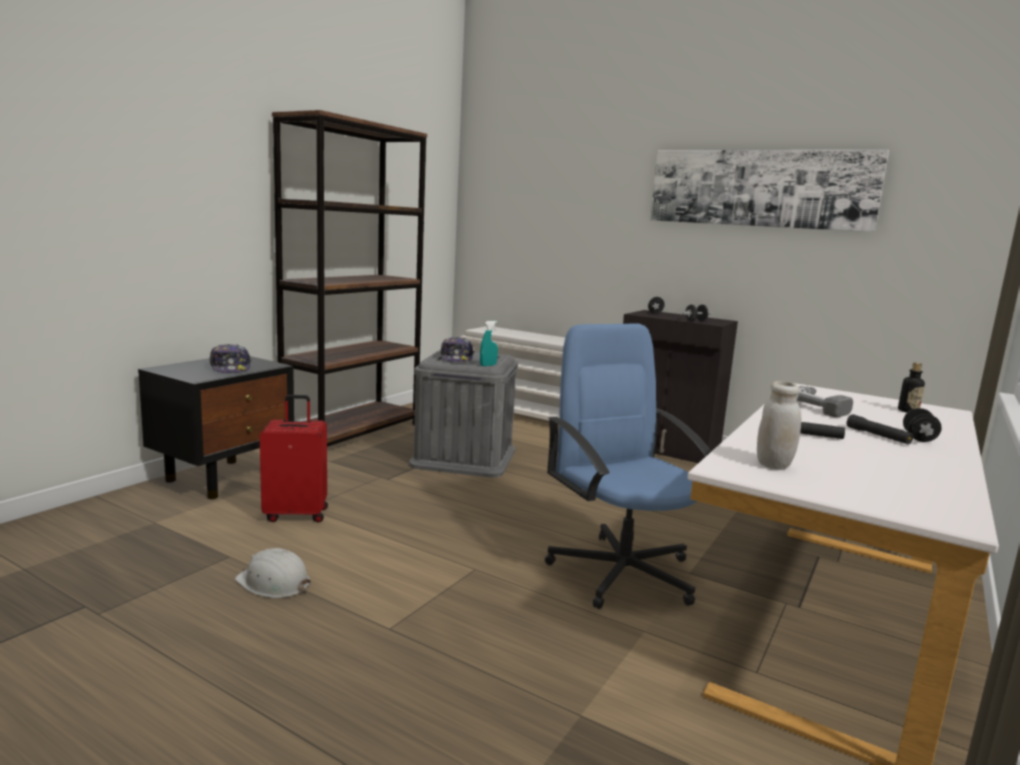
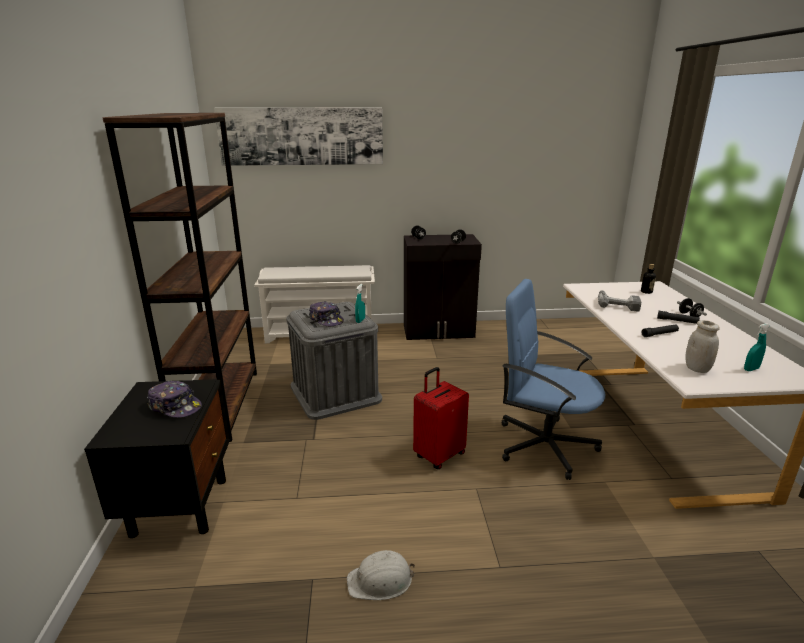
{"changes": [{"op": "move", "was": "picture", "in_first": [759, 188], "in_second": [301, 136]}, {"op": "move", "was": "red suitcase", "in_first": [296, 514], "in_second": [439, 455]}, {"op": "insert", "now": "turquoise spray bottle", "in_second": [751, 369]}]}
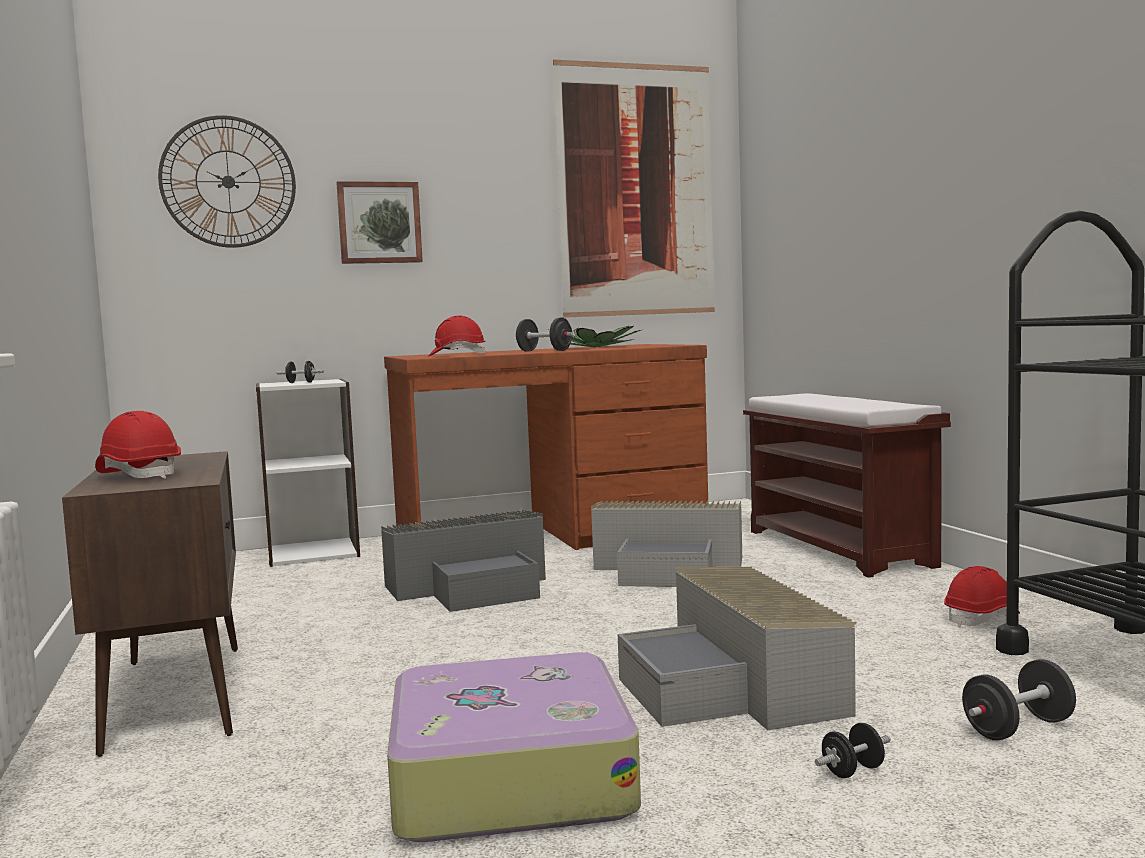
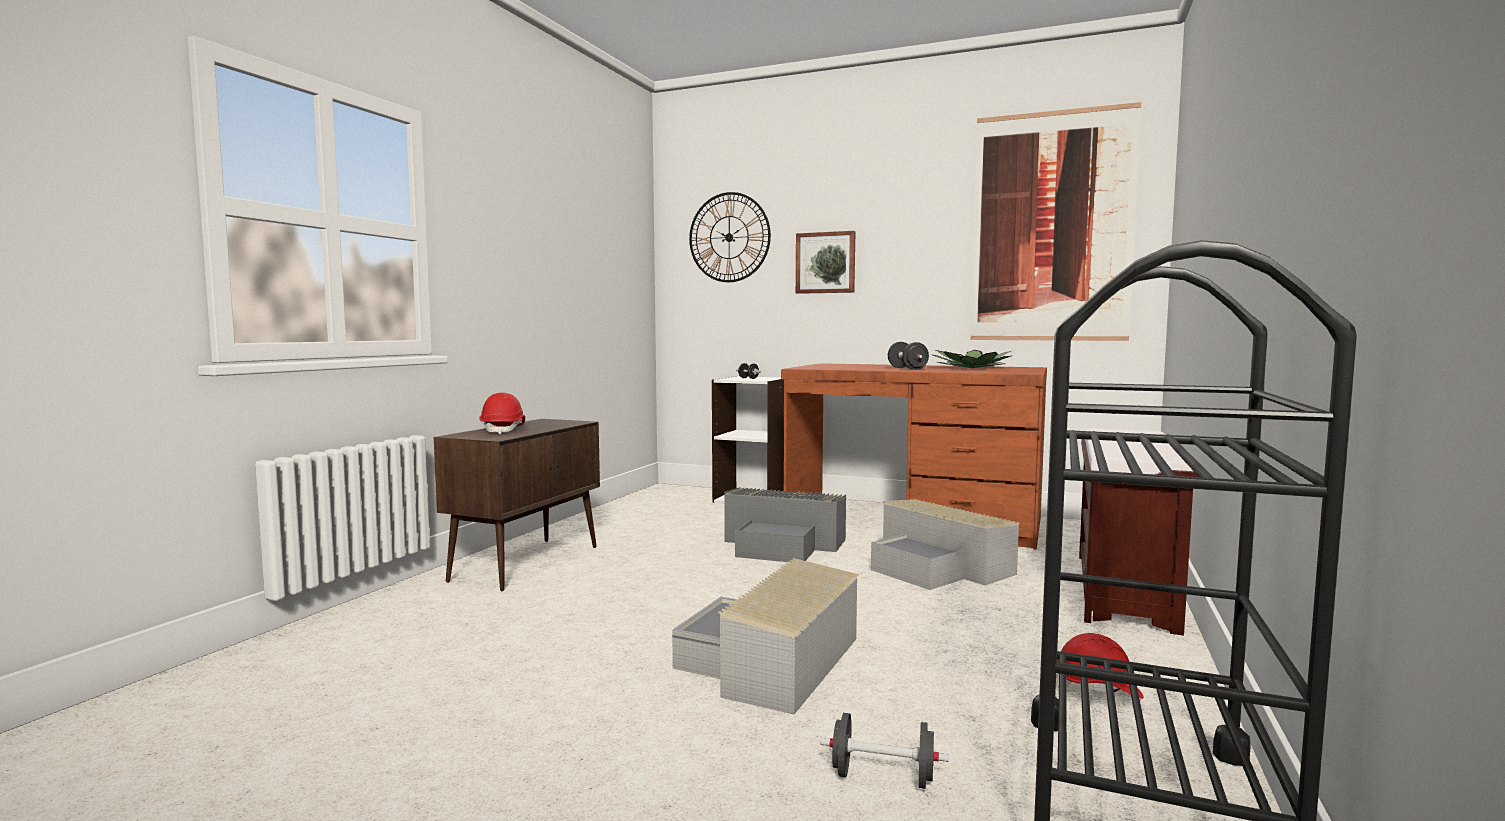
{"changes": [{"op": "delete", "was": "red hard hat", "in_first": [457, 355]}, {"op": "delete", "was": "suitcase", "in_first": [508, 777]}, {"op": "delete", "was": "black dumbbell", "in_first": [853, 771]}]}
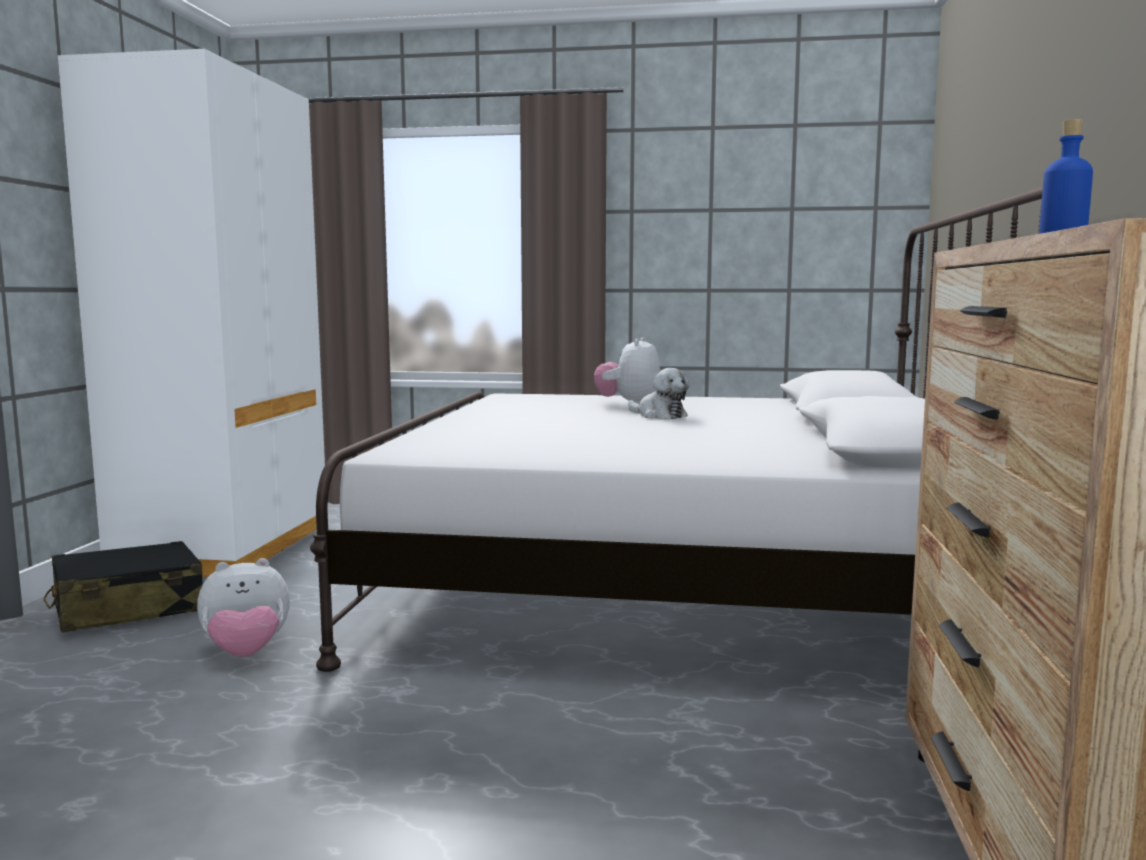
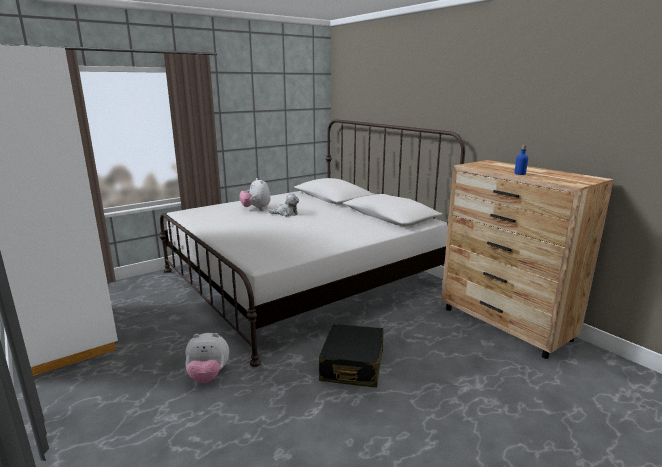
{"changes": [{"op": "move", "was": "black suitcase", "in_first": [128, 609], "in_second": [352, 366]}, {"op": "rotate", "was": "plush toy", "in_first": [246, 653], "in_second": [208, 376], "clockwise": 60}]}
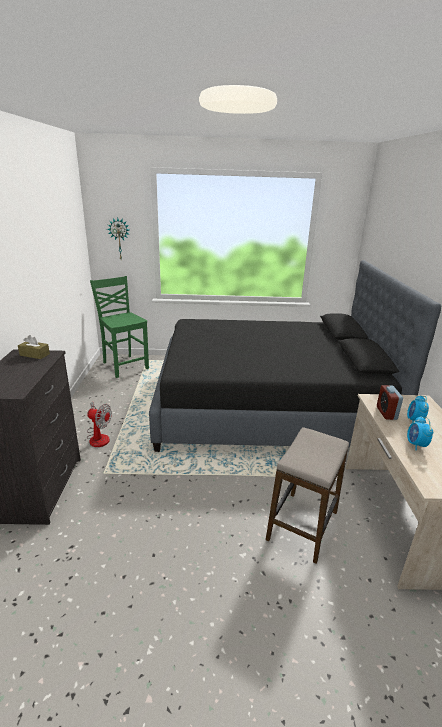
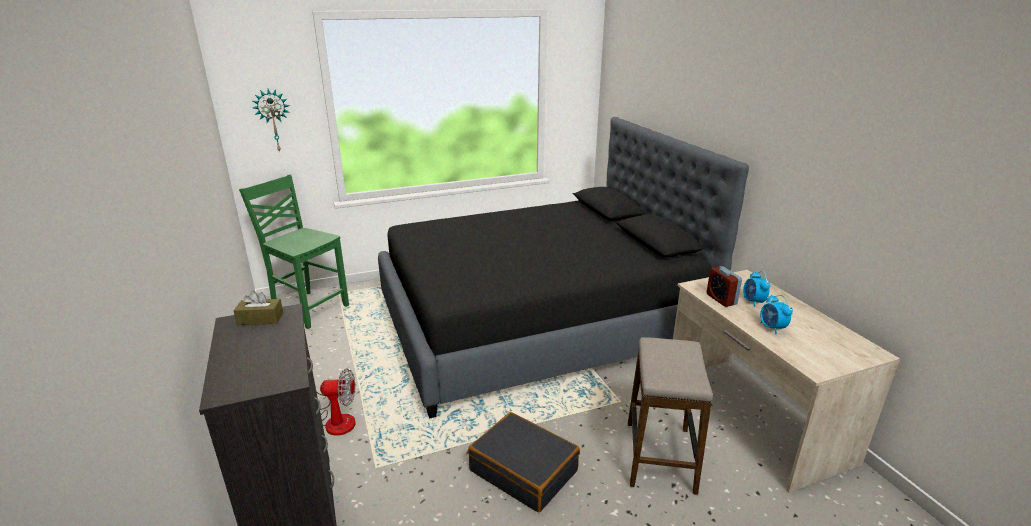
{"changes": [{"op": "insert", "now": "black suitcase", "in_second": [524, 470]}]}
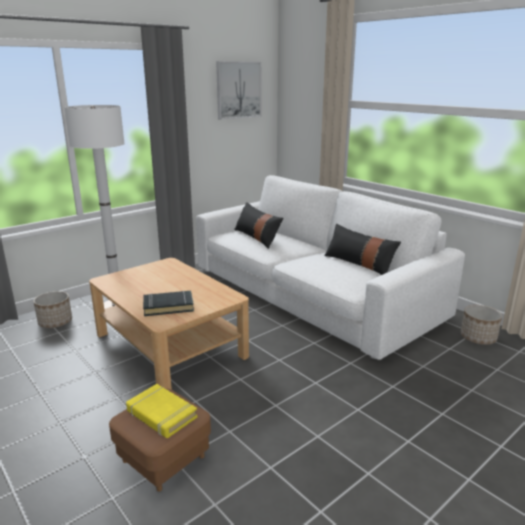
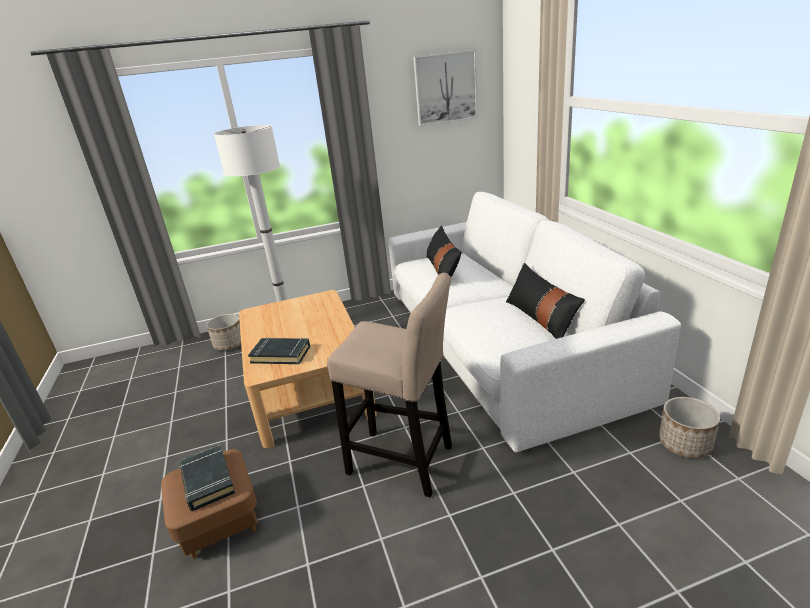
{"changes": [{"op": "recolor", "was": "yellow book", "now": "black book", "in_first": [161, 414], "in_second": [207, 481]}, {"op": "insert", "now": "beige stool", "in_second": [405, 462]}]}
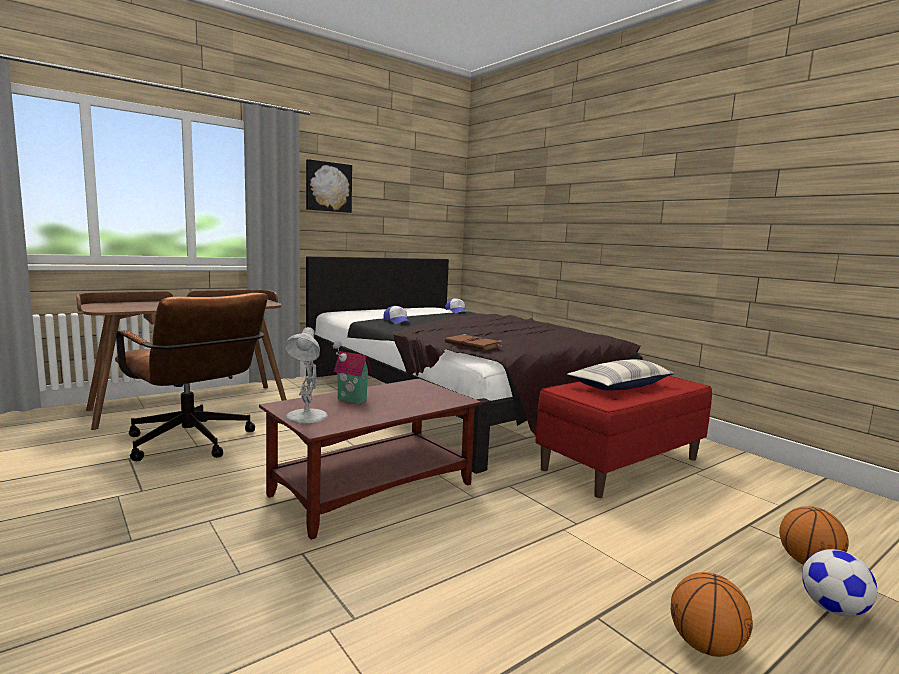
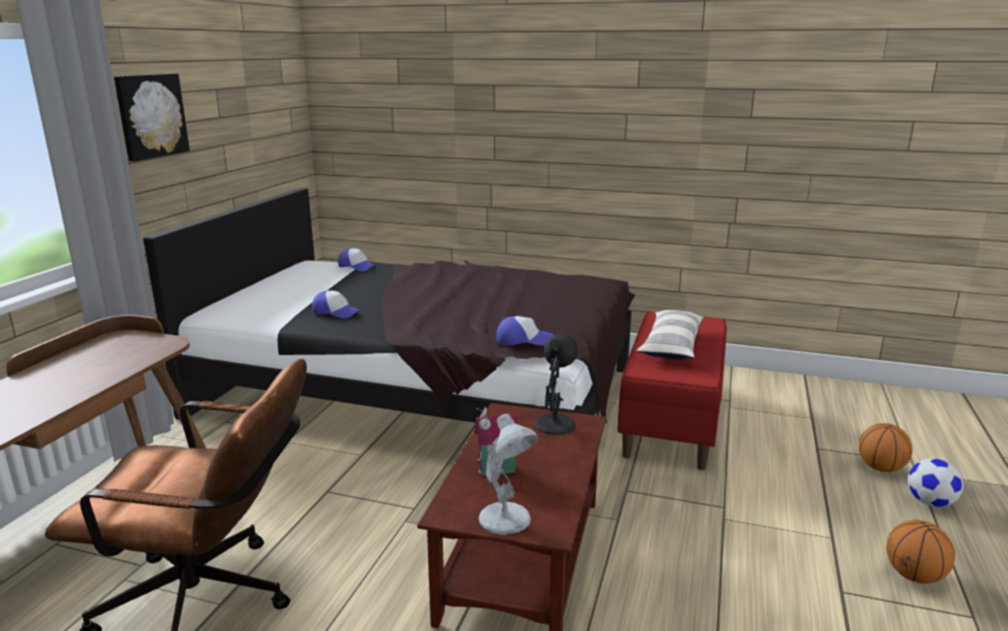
{"changes": [{"op": "replace", "was": "brown book", "now": "cap", "in_first": [474, 345], "in_second": [523, 340]}, {"op": "insert", "now": "black table lamp", "in_second": [555, 423]}]}
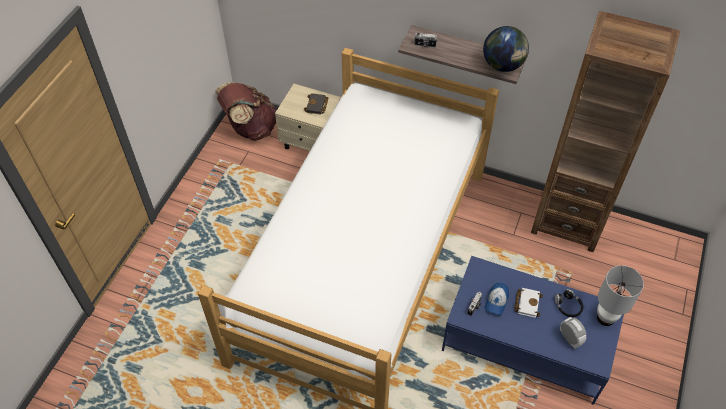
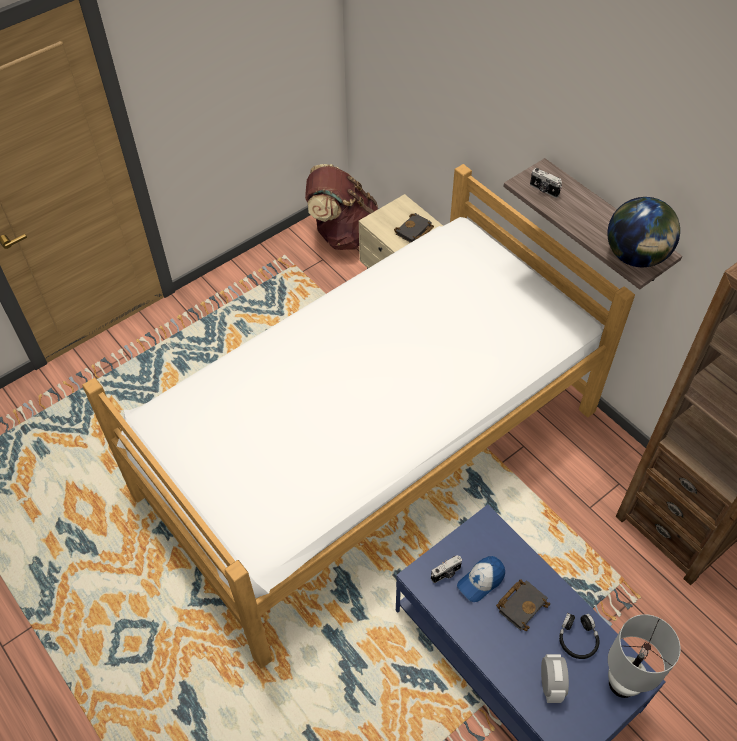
{"changes": [{"op": "recolor", "was": "white book", "now": "black book", "in_first": [527, 303], "in_second": [521, 604]}]}
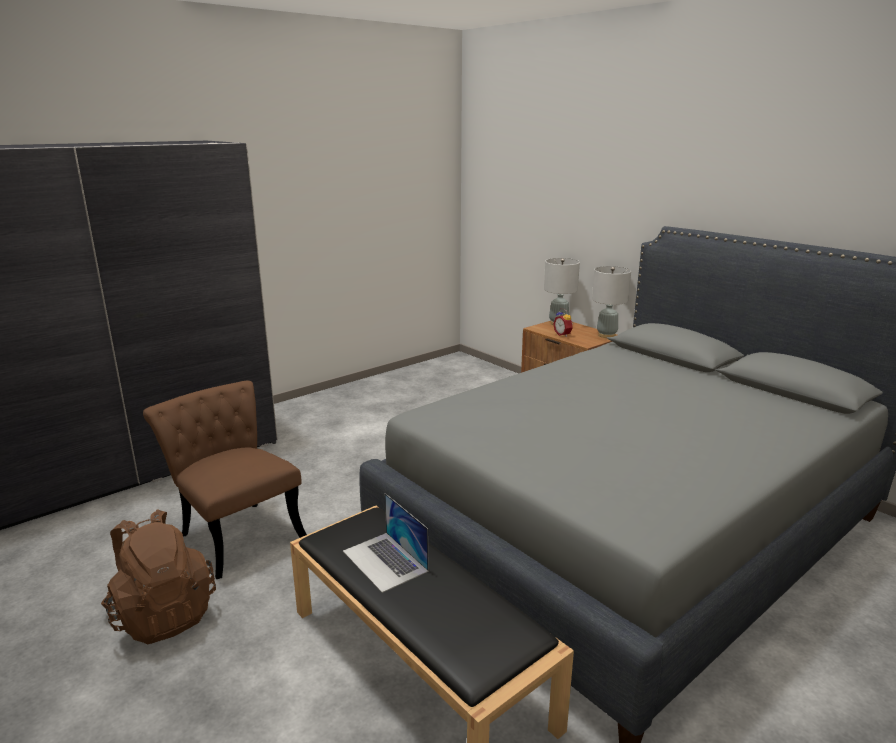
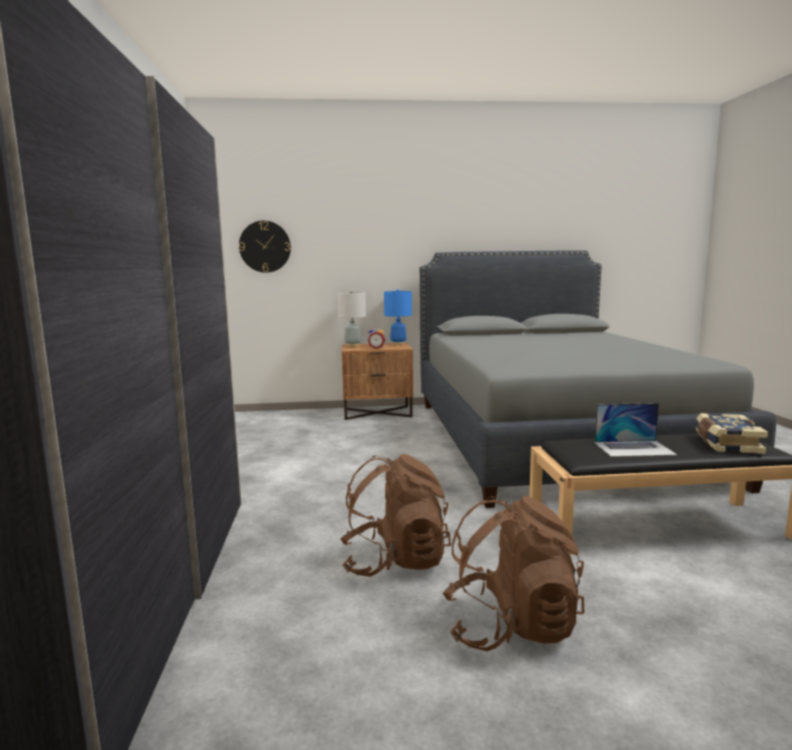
{"changes": [{"op": "recolor", "was": "grey table lamp", "now": "blue table lamp", "in_first": [606, 335], "in_second": [398, 344]}, {"op": "replace", "was": "brown chair", "now": "brown backpack", "in_first": [236, 533], "in_second": [395, 561]}, {"op": "insert", "now": "wall clock", "in_second": [265, 246]}, {"op": "insert", "now": "book", "in_second": [726, 444]}]}
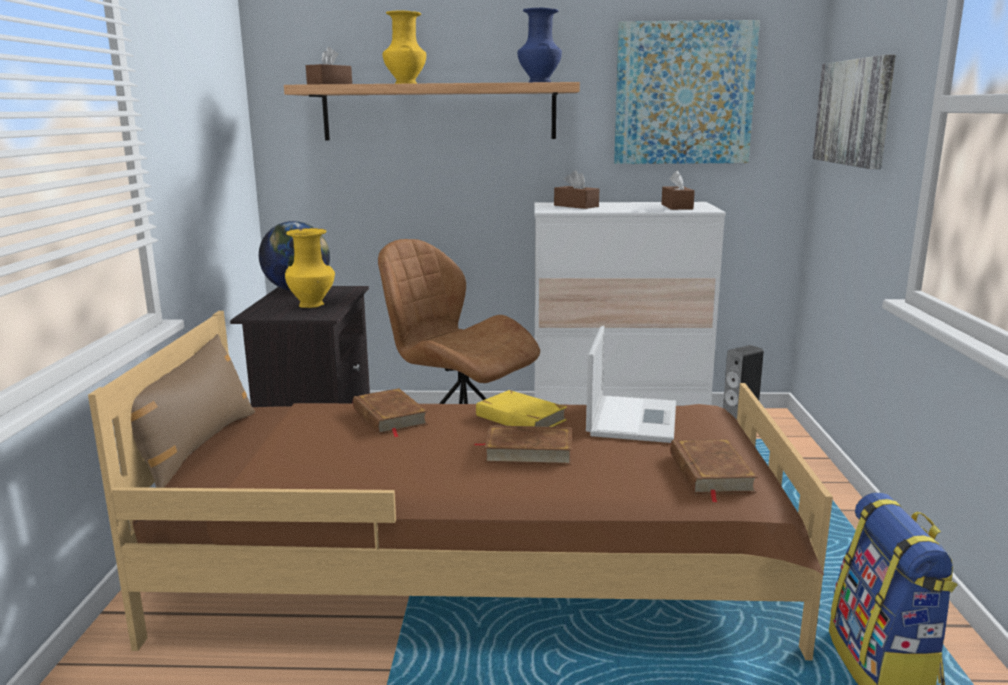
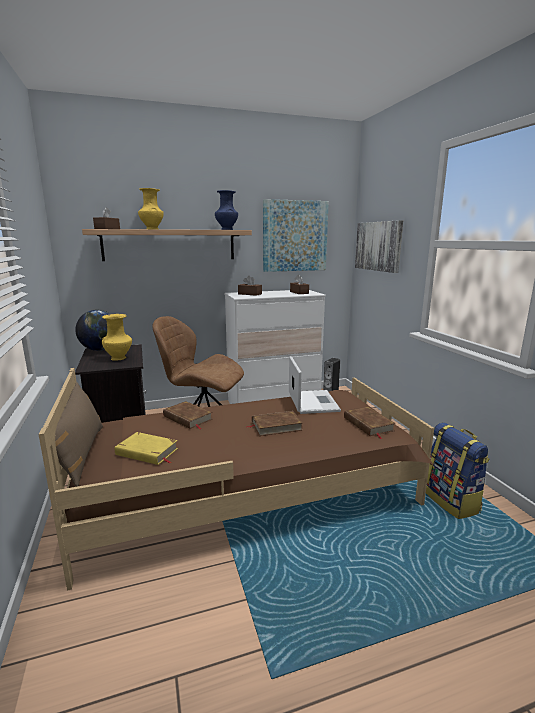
{"changes": [{"op": "move", "was": "yellow book", "in_first": [521, 418], "in_second": [147, 452]}]}
